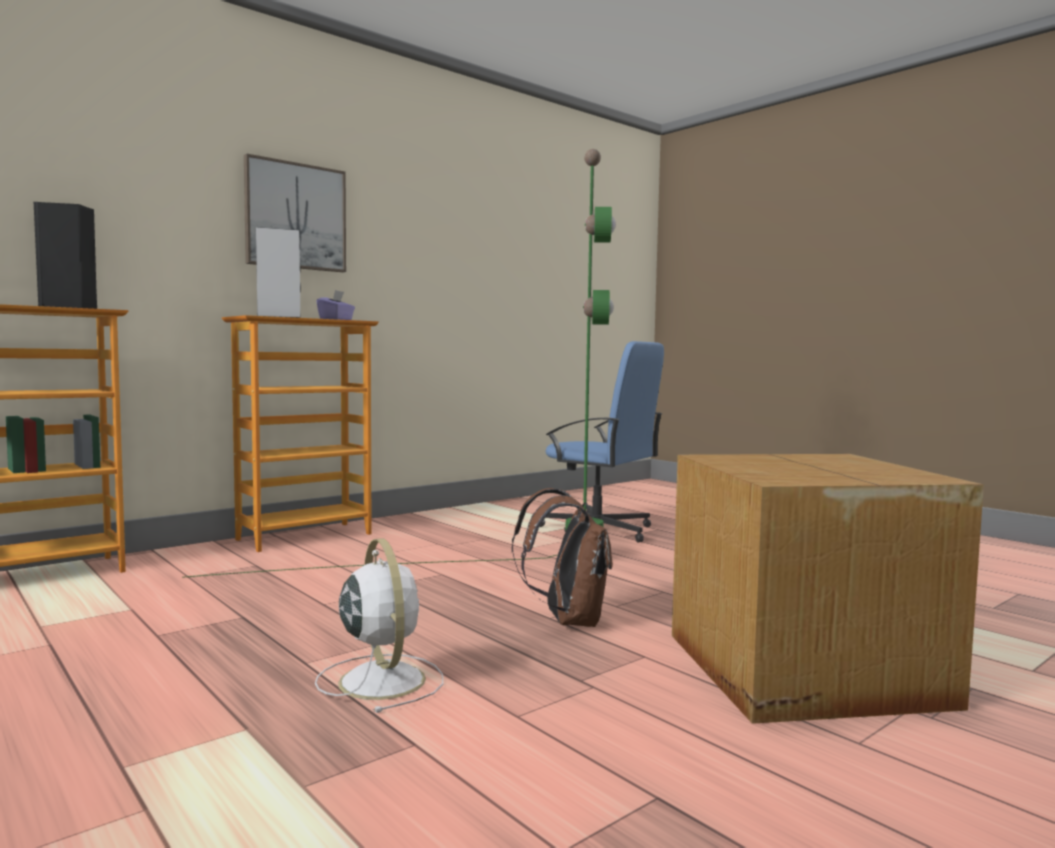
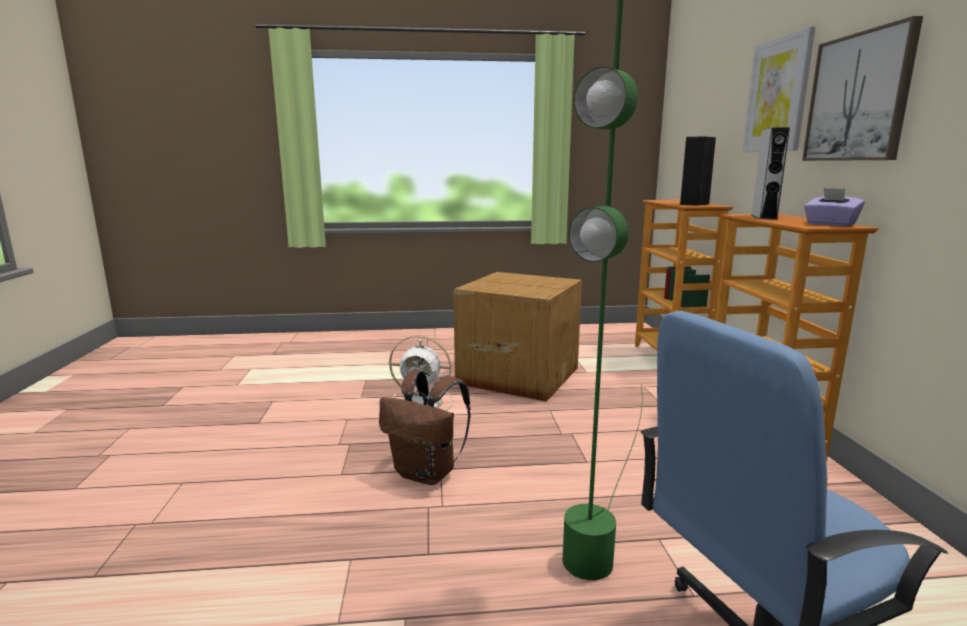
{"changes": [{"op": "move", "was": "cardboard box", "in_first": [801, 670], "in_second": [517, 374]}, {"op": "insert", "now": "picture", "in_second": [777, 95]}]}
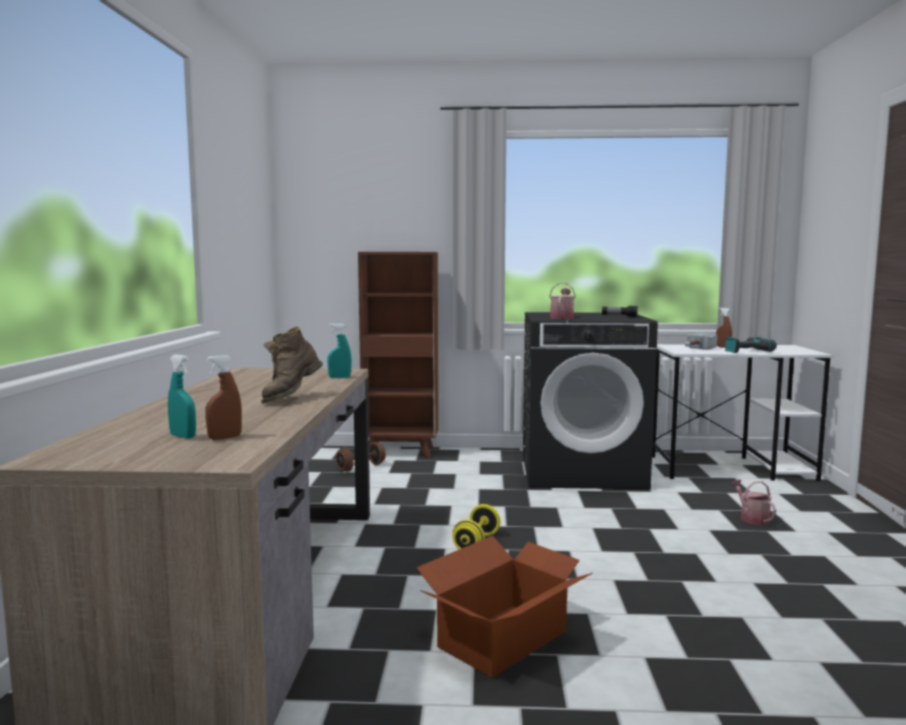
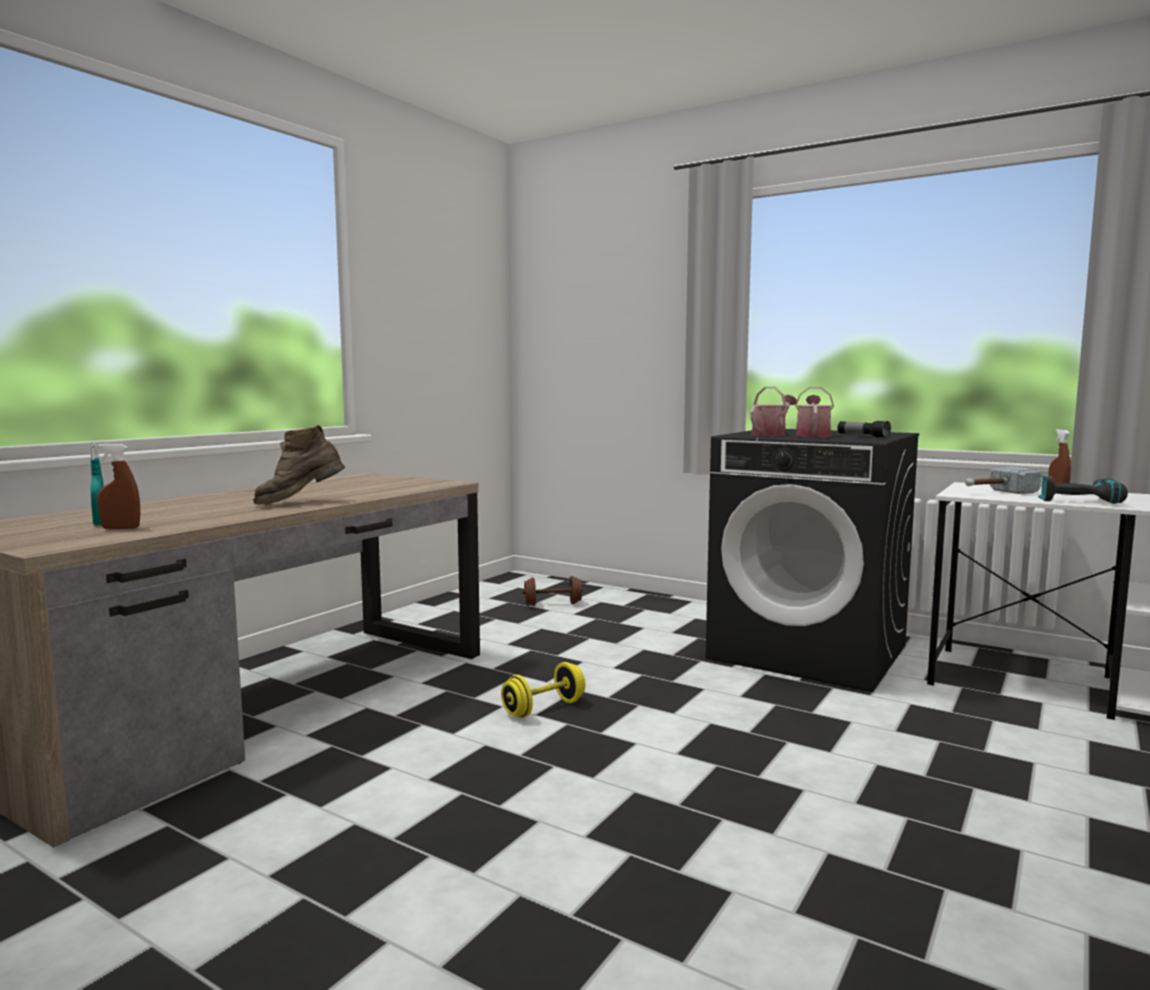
{"changes": [{"op": "delete", "was": "brown bookcase", "in_first": [401, 452]}, {"op": "delete", "was": "turquoise spray bottle", "in_first": [339, 377]}, {"op": "move", "was": "watering can", "in_first": [752, 518], "in_second": [812, 436]}, {"op": "delete", "was": "cardboard box", "in_first": [504, 639]}]}
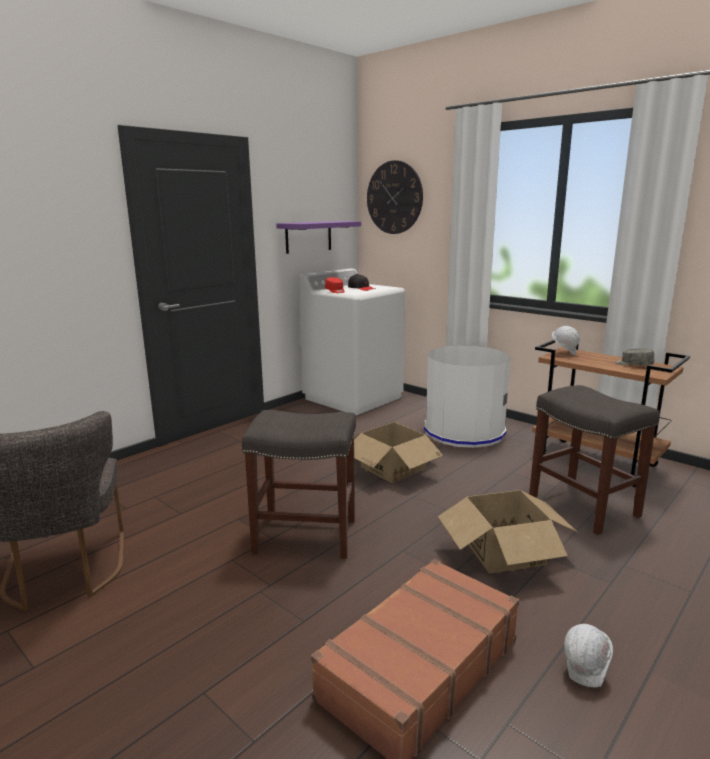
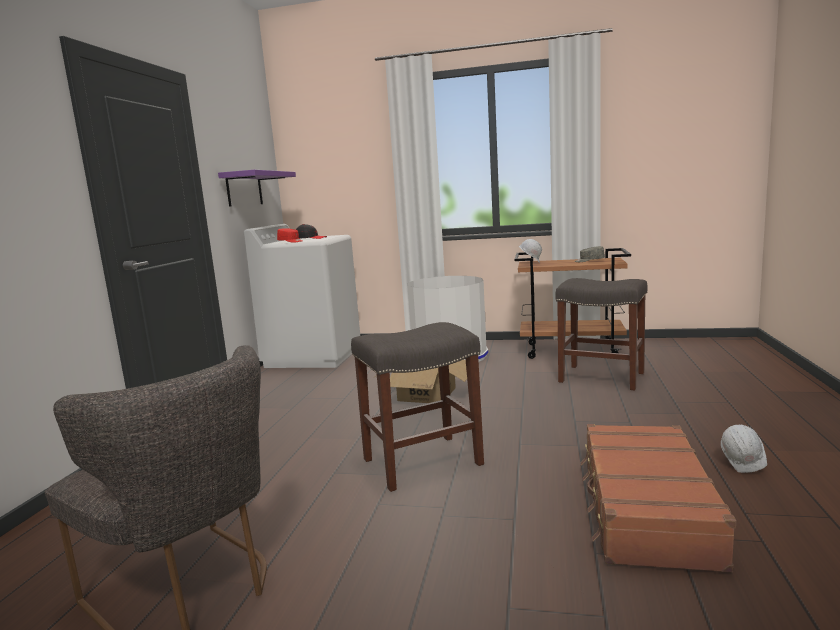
{"changes": [{"op": "delete", "was": "wall clock", "in_first": [394, 197]}, {"op": "delete", "was": "cardboard box", "in_first": [503, 550]}]}
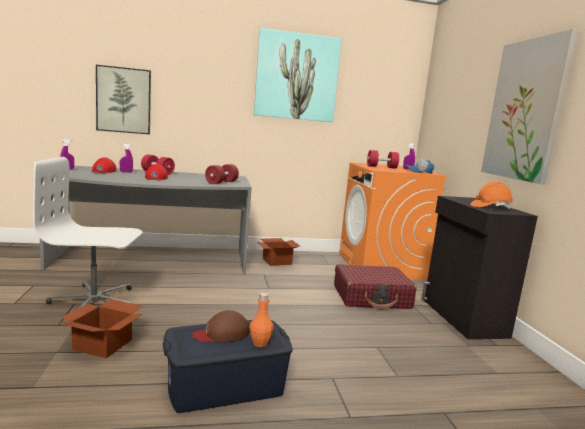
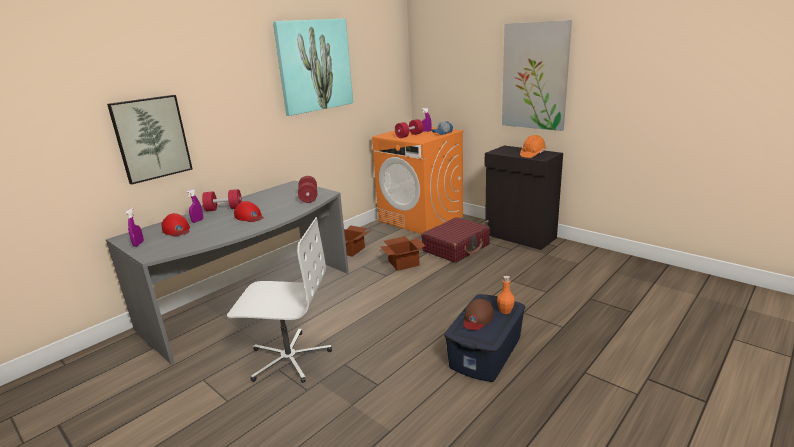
{"changes": [{"op": "rotate", "was": "white office chair", "in_first": [94, 301], "in_second": [289, 358], "clockwise": -135}, {"op": "move", "was": "cardboard box", "in_first": [104, 344], "in_second": [404, 263]}]}
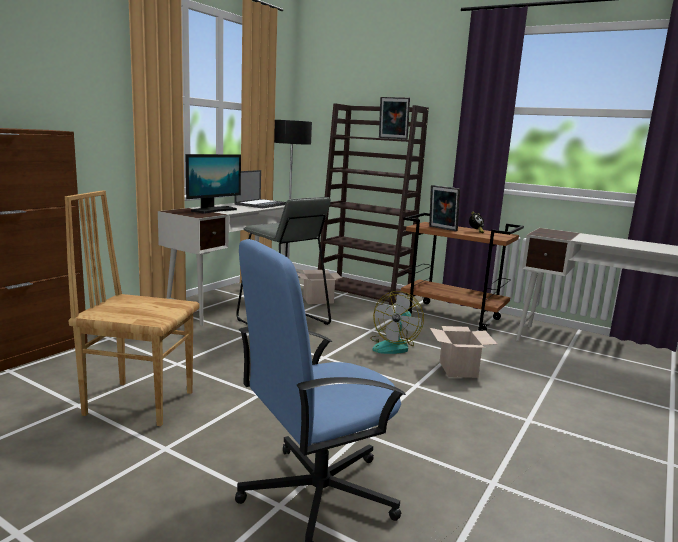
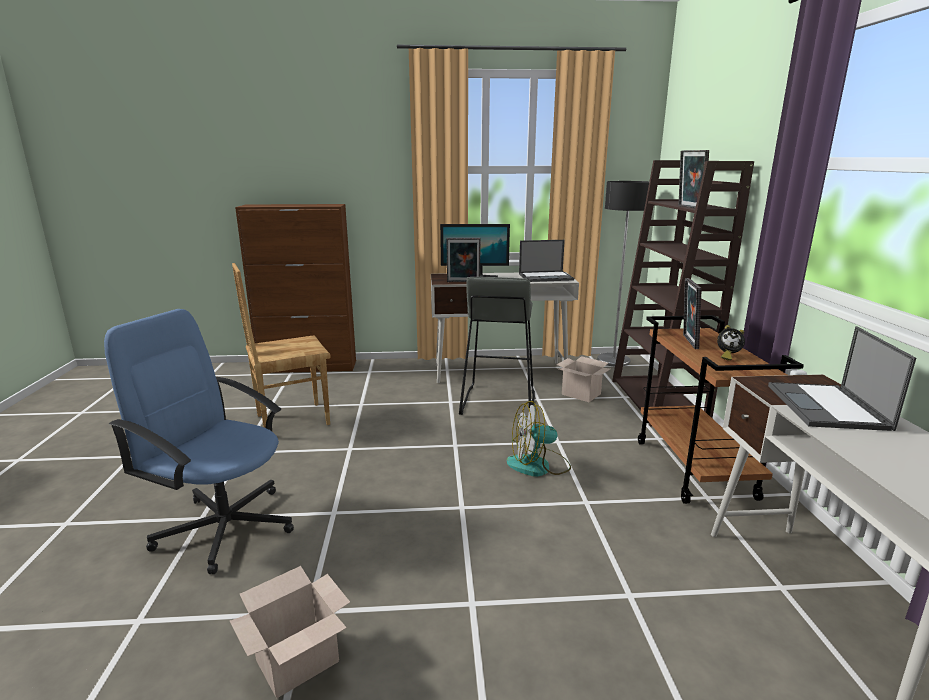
{"changes": [{"op": "rotate", "was": "brown chair", "in_first": [139, 402], "in_second": [292, 419], "clockwise": -90}, {"op": "move", "was": "cardboard box", "in_first": [459, 370], "in_second": [296, 663]}, {"op": "insert", "now": "picture frame", "in_second": [463, 282]}, {"op": "insert", "now": "laptop", "in_second": [828, 407]}]}
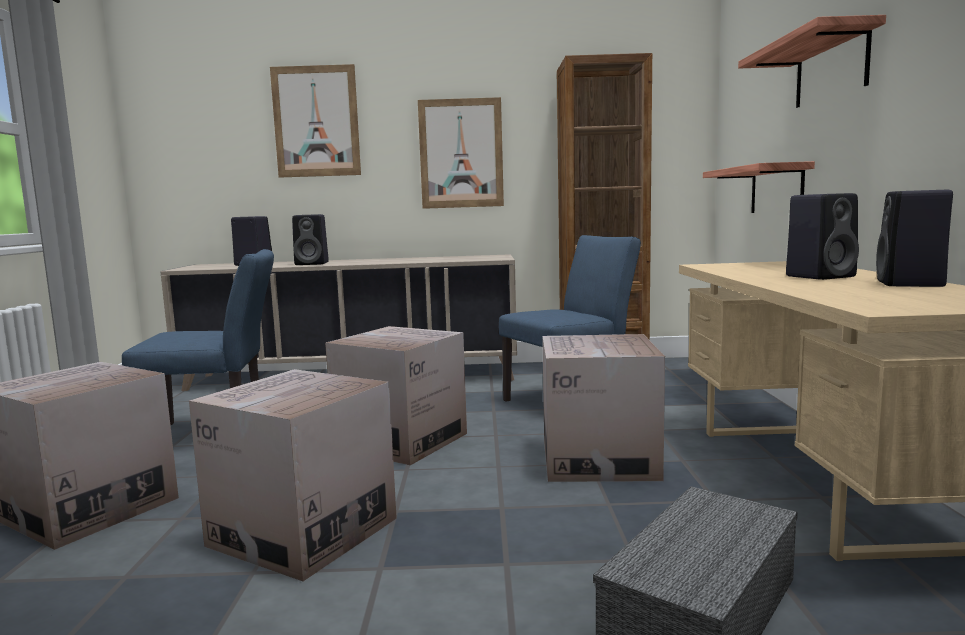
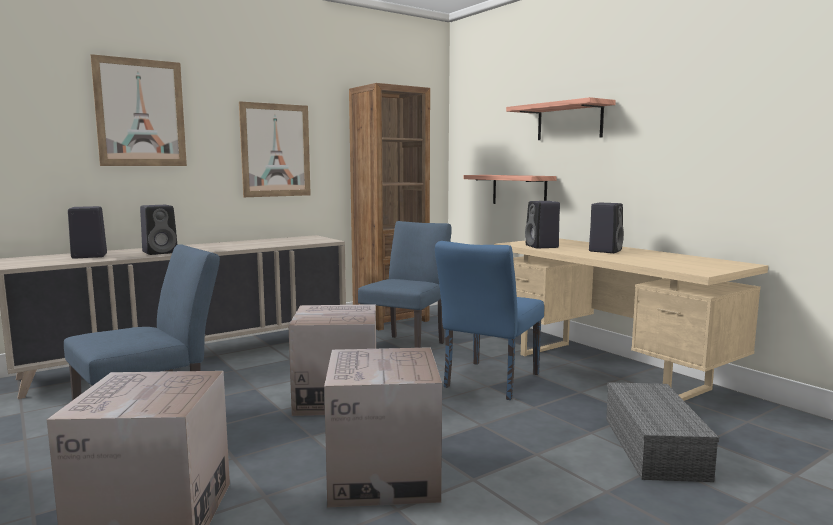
{"changes": [{"op": "move", "was": "black speaker", "in_first": [911, 284], "in_second": [542, 246]}, {"op": "replace", "was": "cardboard box", "now": "blue chair", "in_first": [598, 460], "in_second": [488, 383]}]}
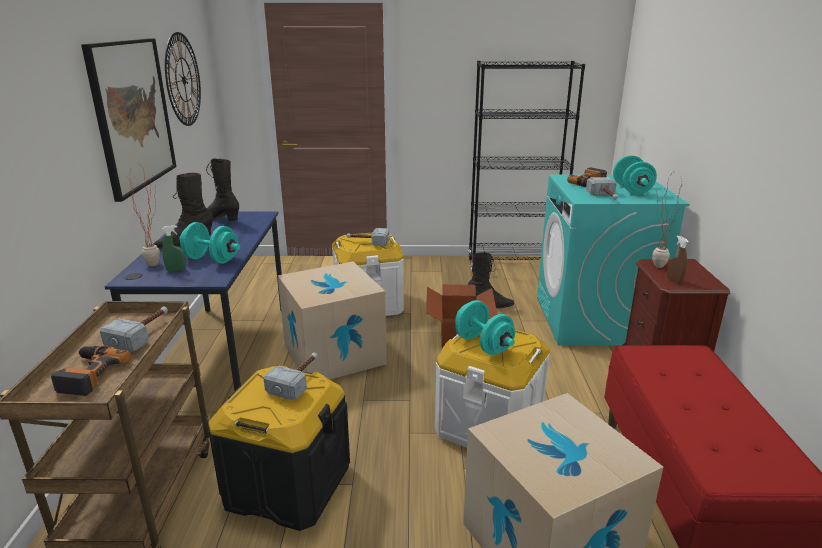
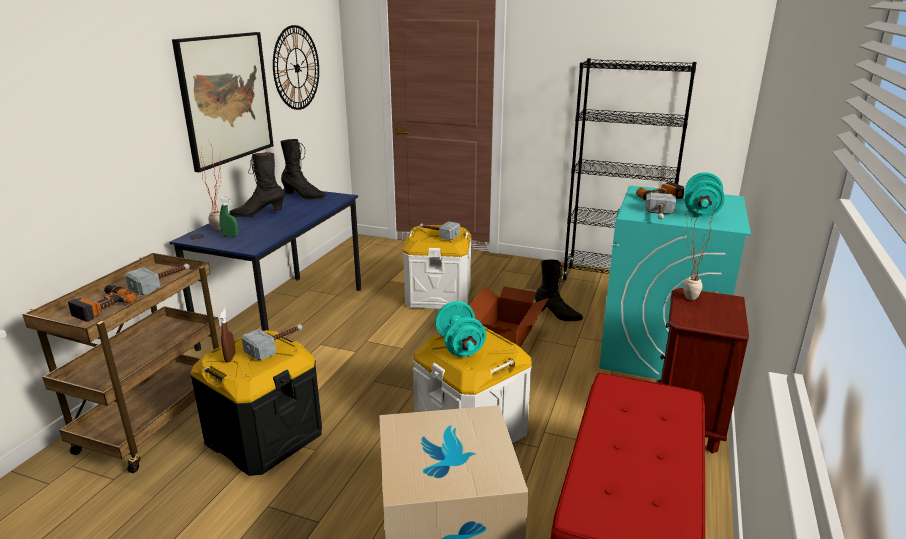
{"changes": [{"op": "rotate", "was": "black boot", "in_first": [220, 219], "in_second": [304, 196], "clockwise": 150}, {"op": "delete", "was": "turquoise dumbbell", "in_first": [211, 259]}, {"op": "move", "was": "brown spray bottle", "in_first": [674, 281], "in_second": [230, 357]}, {"op": "delete", "was": "cardboard box", "in_first": [334, 354]}]}
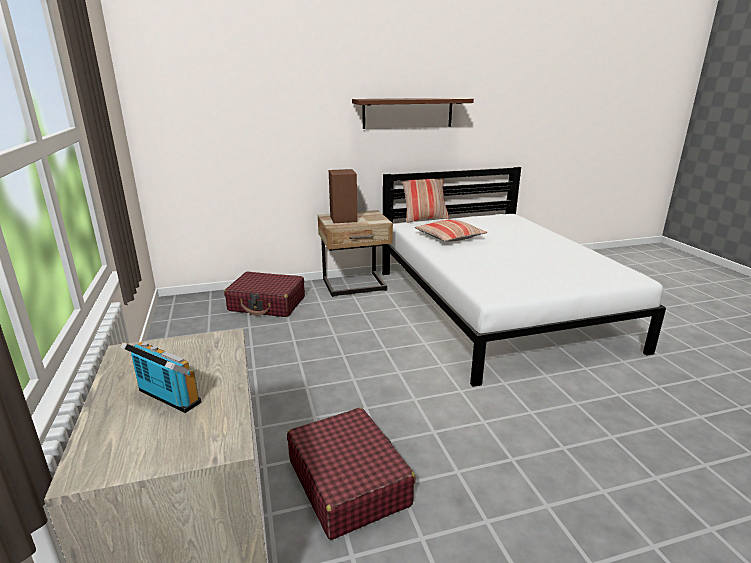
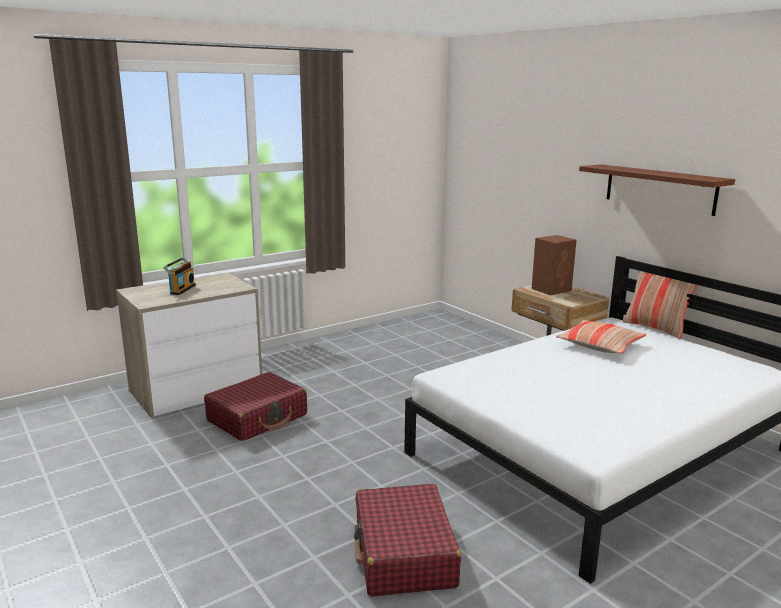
{"changes": [{"op": "move", "was": "red suitcase", "in_first": [267, 304], "in_second": [404, 554]}]}
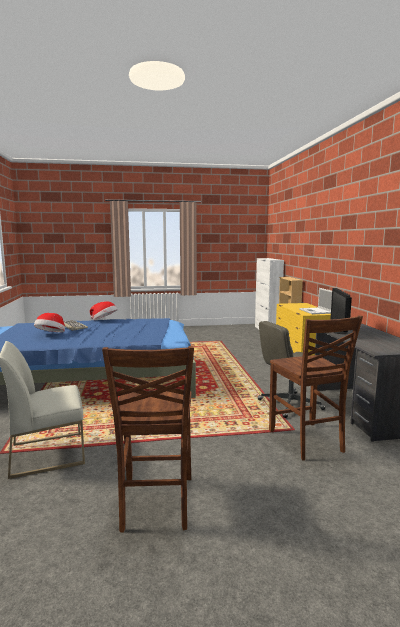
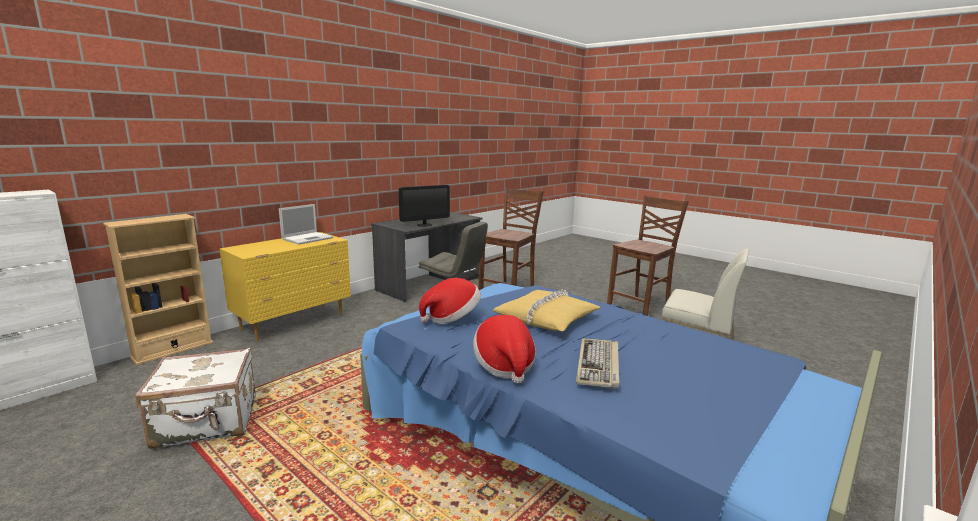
{"changes": [{"op": "move", "was": "hat", "in_first": [51, 334], "in_second": [452, 318]}, {"op": "insert", "now": "yellow pillow", "in_second": [546, 319]}, {"op": "insert", "now": "white suitcase", "in_second": [207, 423]}]}
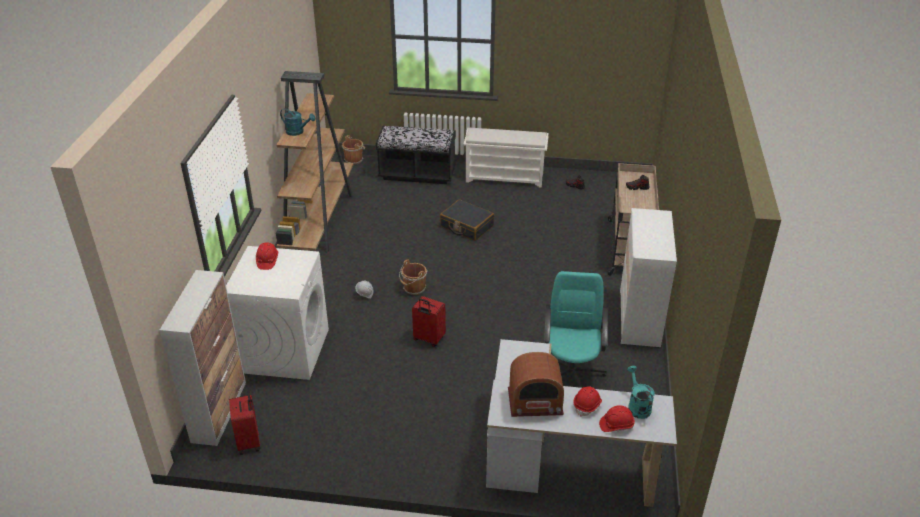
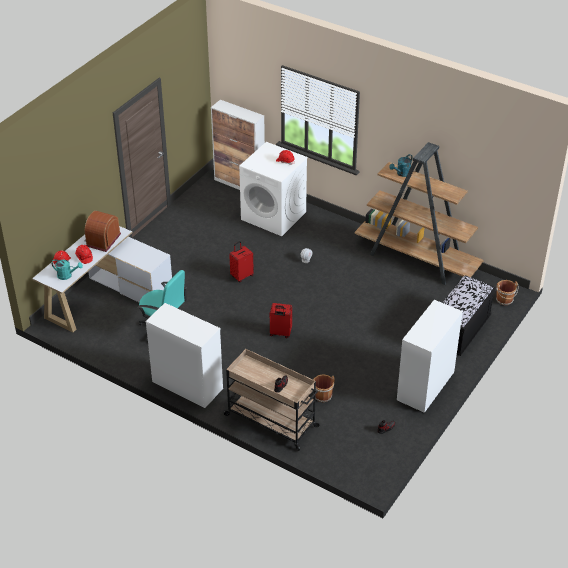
{"changes": [{"op": "replace", "was": "white shoe rack", "now": "white dresser", "in_first": [505, 177], "in_second": [425, 386]}, {"op": "delete", "was": "black suitcase", "in_first": [466, 226]}, {"op": "move", "was": "brown bucket", "in_first": [413, 289], "in_second": [322, 395]}, {"op": "move", "was": "red suitcase", "in_first": [249, 442], "in_second": [280, 333]}]}
